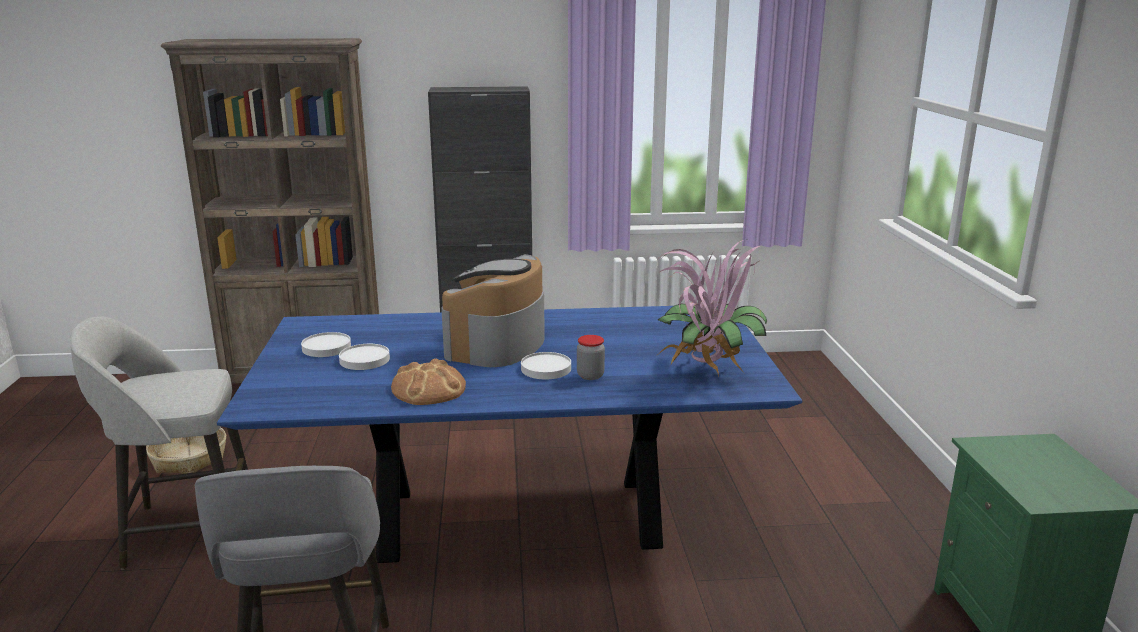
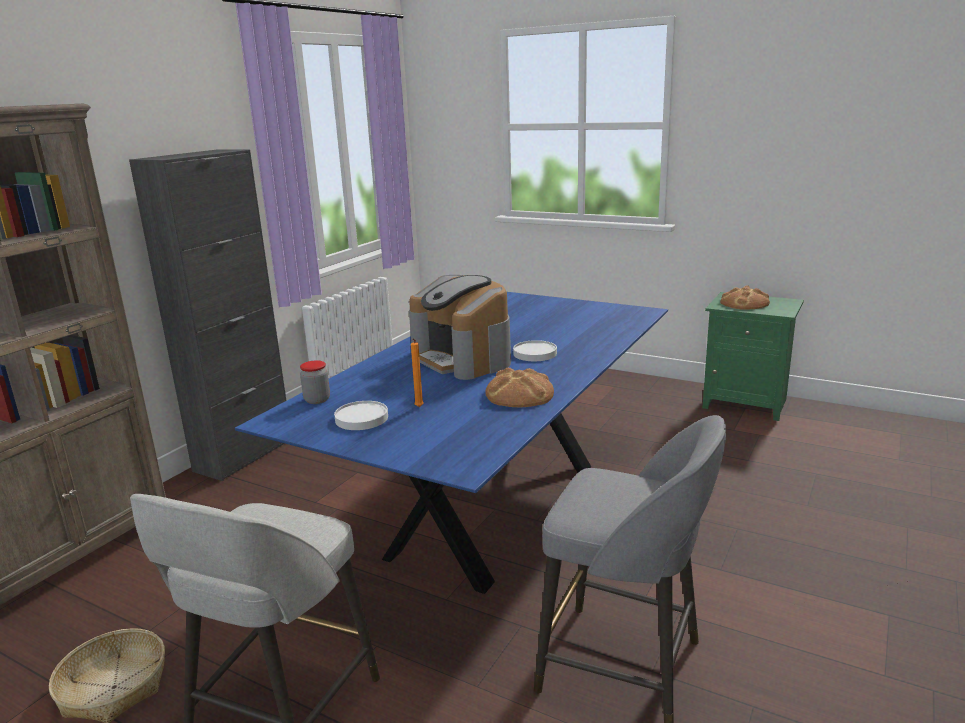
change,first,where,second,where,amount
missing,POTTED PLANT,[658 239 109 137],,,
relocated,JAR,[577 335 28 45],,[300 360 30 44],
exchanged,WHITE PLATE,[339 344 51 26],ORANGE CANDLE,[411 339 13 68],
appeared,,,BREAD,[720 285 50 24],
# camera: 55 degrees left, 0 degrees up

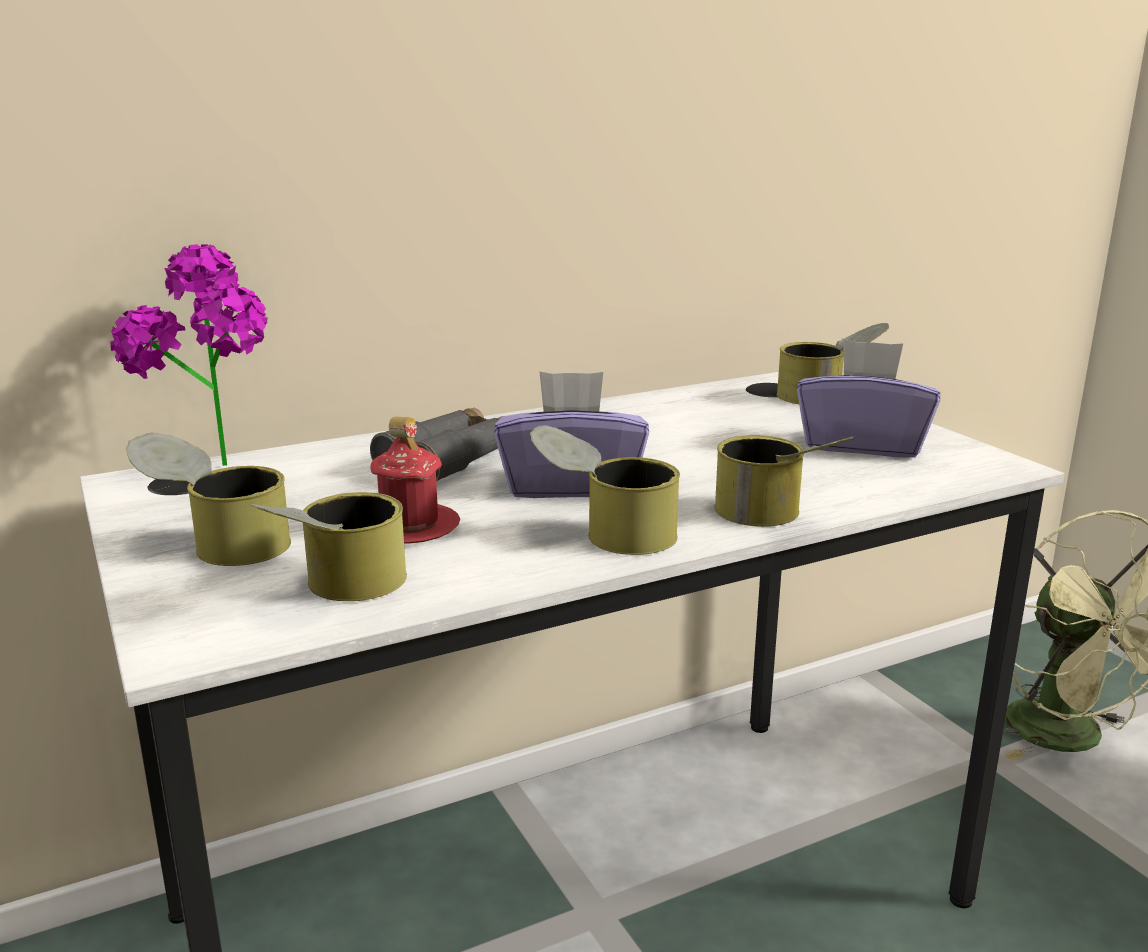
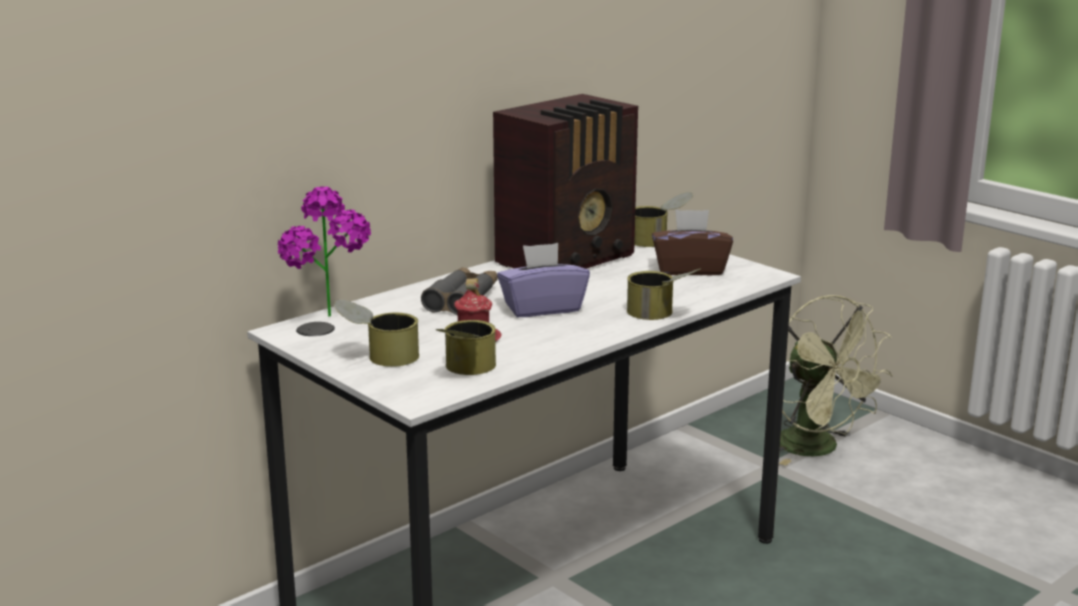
change,first,where,second,where,amount
colour,PURPLE TISSUE BOX,[797 339 143 119],BROWN TISSUE BOX,[652 209 81 66],
missing,CAN,[530 425 150 130],,,
appeared,,,RADIO,[493 94 145 175],
# camera: 15 degrees left, 0 degrees up

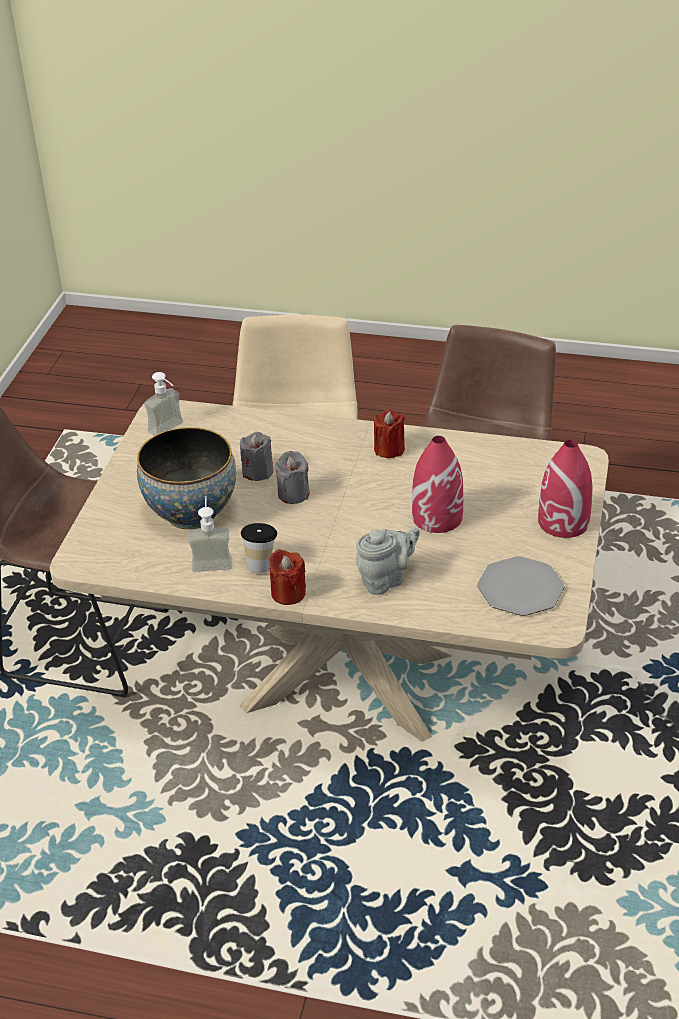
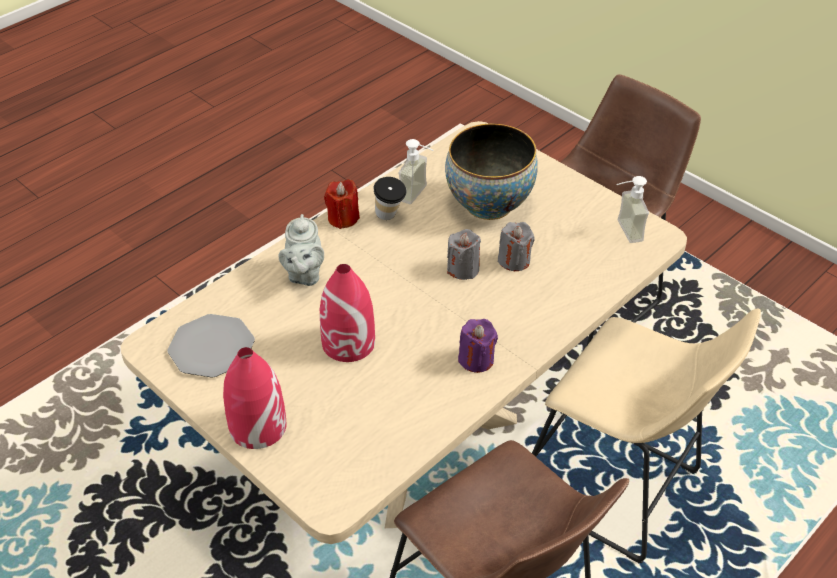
change,first,where,second,where,amount
colour,RED CANDLE,[374 410 31 48],PURPLE CANDLE,[458 319 40 54],
# camera: 120 degrees right, 5 degrees up

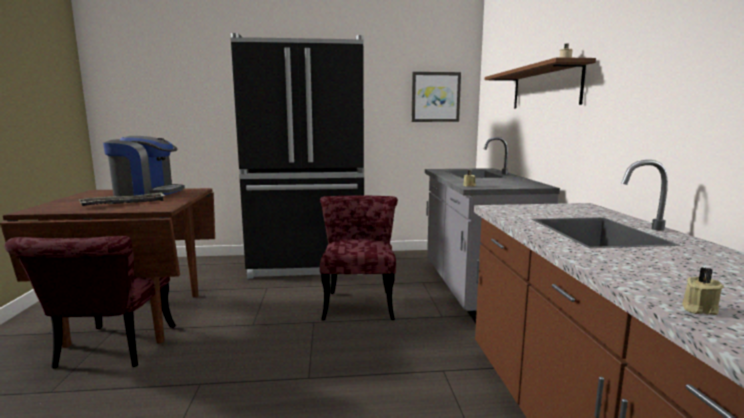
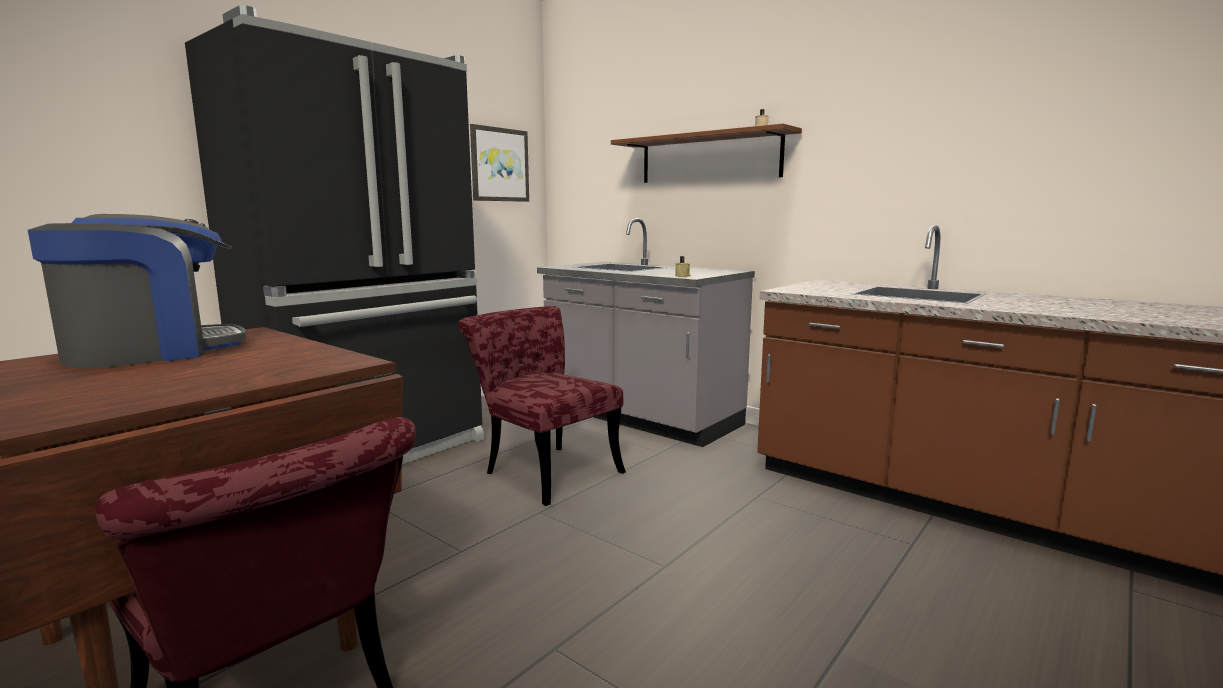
change,first,where,second,where,amount
missing,TRAY,[79 192 86 14],,,
missing,BEIGE CANDLE,[682 267 42 48],,,
# camera: 45 degrees left, 0 degrees up

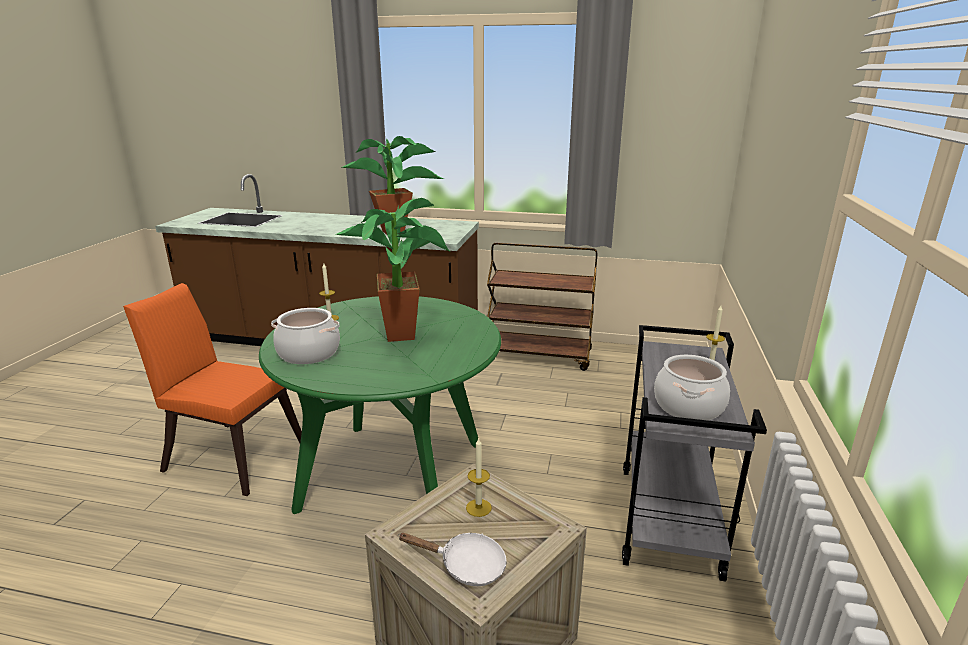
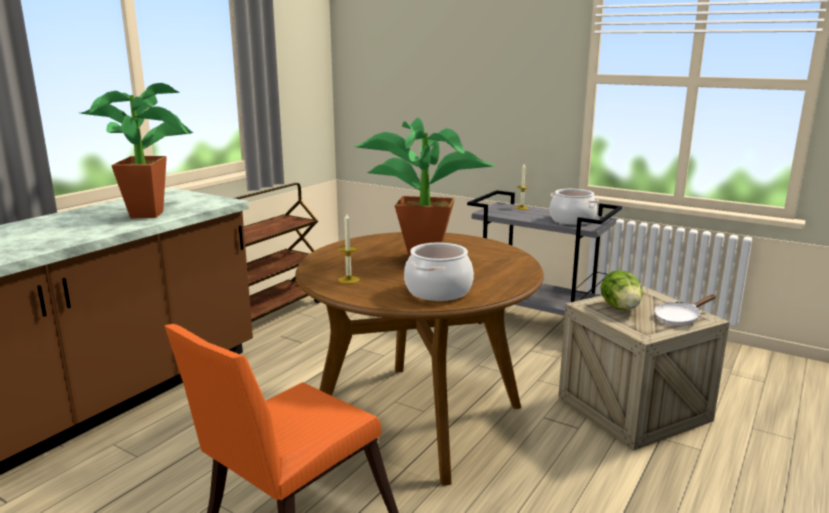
change,first,where,second,where,amount
colour,GREEN DINING TABLE,[259 296 242 218],BROWN DINING TABLE,[295 232 249 254],
exchanged,CANDLE,[466 438 26 79],LETTUCE,[601 270 42 40],
spun,WHITE FRYING PAN,[398 533 109 53],,[654 295 62 30],150 degrees counterclockwise
# camera: 70 degrees left, 5 degrees down

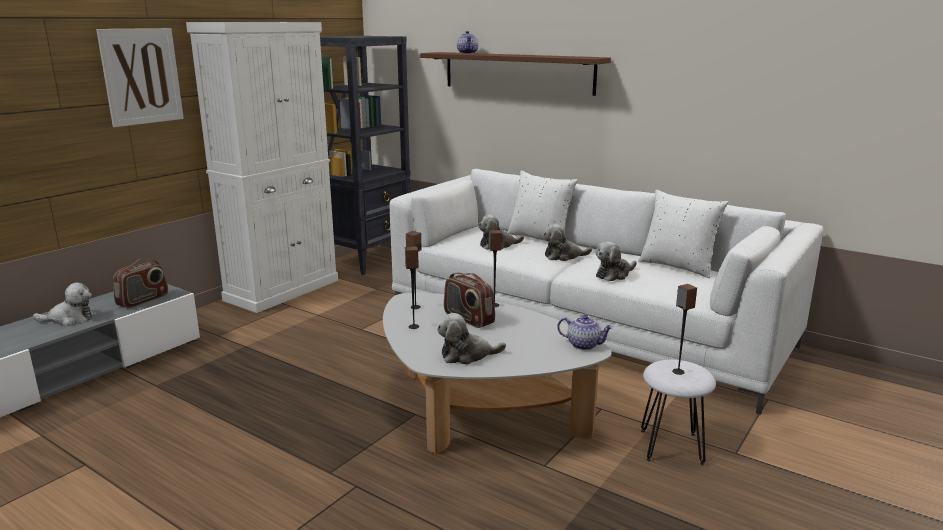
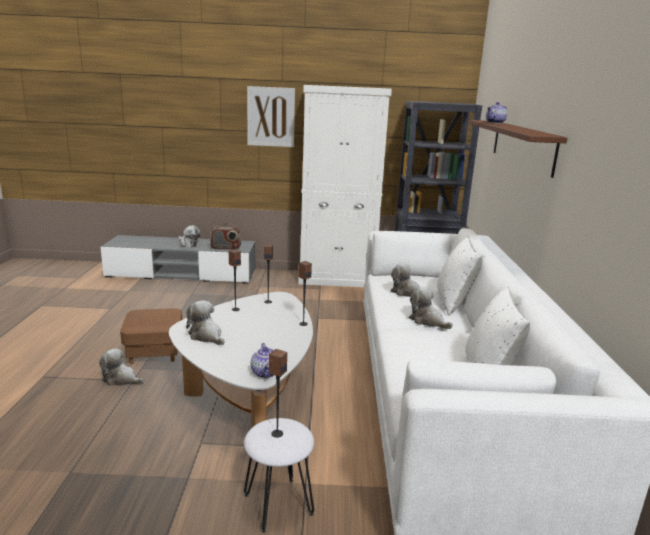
change,first,where,second,where,amount
relocated,PLUSH TOY,[596 241 41 40],,[99 348 45 38],
missing,RADIO,[444 272 51 56],,,
appeared,,,BROWN OTTOMAN,[120 308 62 56],
# camera: 55 degrees right, 0 degrees up

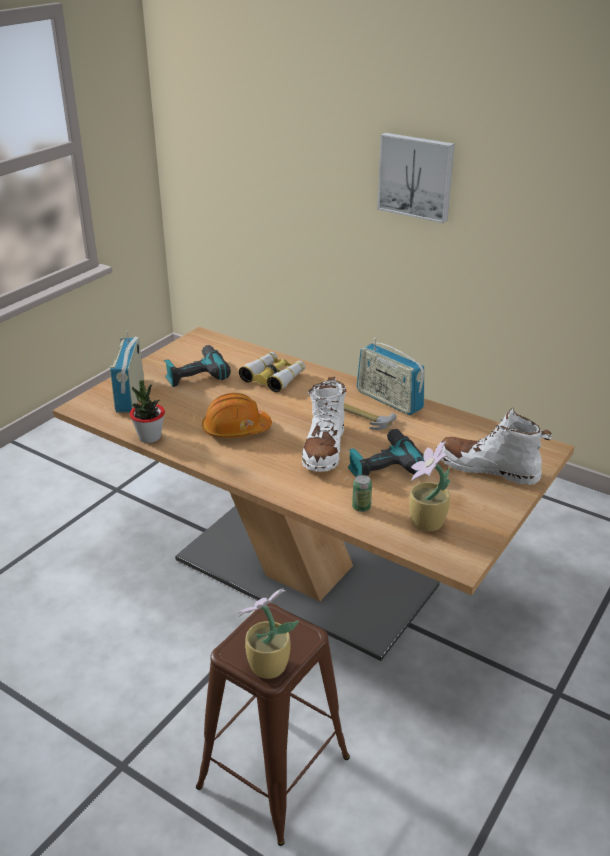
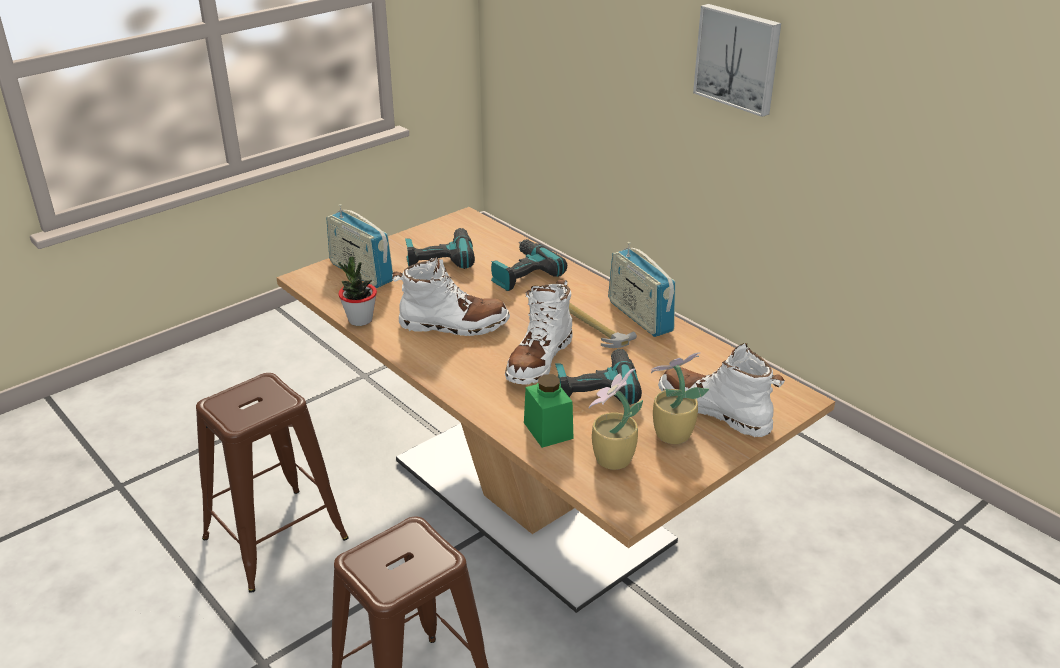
change,first,where,second,where,amount
spun,RADIO,[110 330 34 83],,[327 204 66 84],60 degrees counterclockwise
exchanged,BINOCULARS,[239 352 66 41],POWER DRILL,[491 239 76 52],
exchanged,ORANGE HARD HAT,[202 393 70 45],WHITE BOOT,[392 257 118 79],
exchanged,CAN,[352 475 20 37],GREEN JAR,[524 374 50 74],
relocated,POTTED PLANT,[238 588 61 91],,[651 352 58 92],
appeared,,,BROWN STOOL,[196 373 153 220],
# camera: 15 degrees right, 0 degrees up

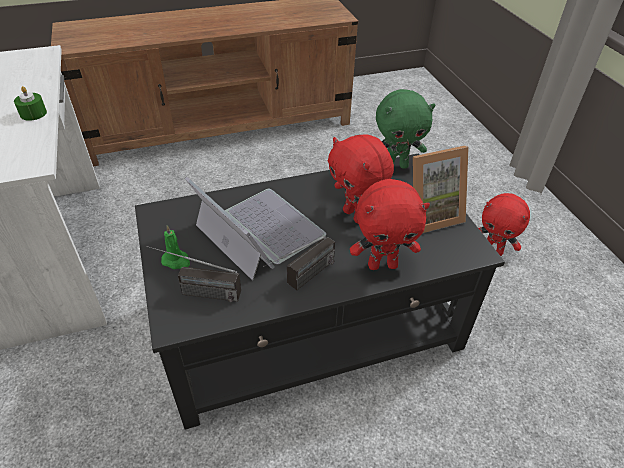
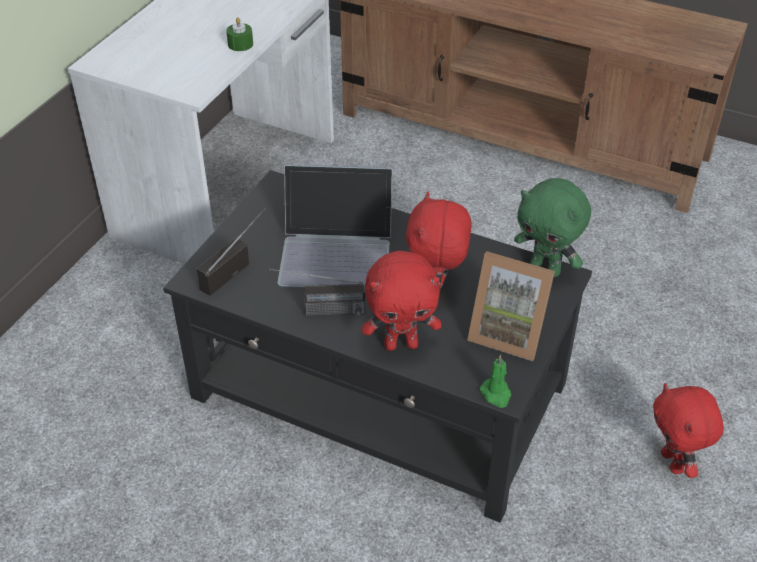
change,first,where,second,where,amount
spun,LAPTOP,[185 177 141 104],,[278 164 115 123],90 degrees clockwise
spun,RED PLUSH TOY,[350 179 80 91],,[362 251 80 100],45 degrees counterclockwise
relocated,GREEN CANDLE,[161 225 29 44],,[480 354 31 54],
spun,RADIO,[146 246 95 56],,[196 208 69 88],75 degrees clockwise
# camera: 45 degrees right, 0 degrees up

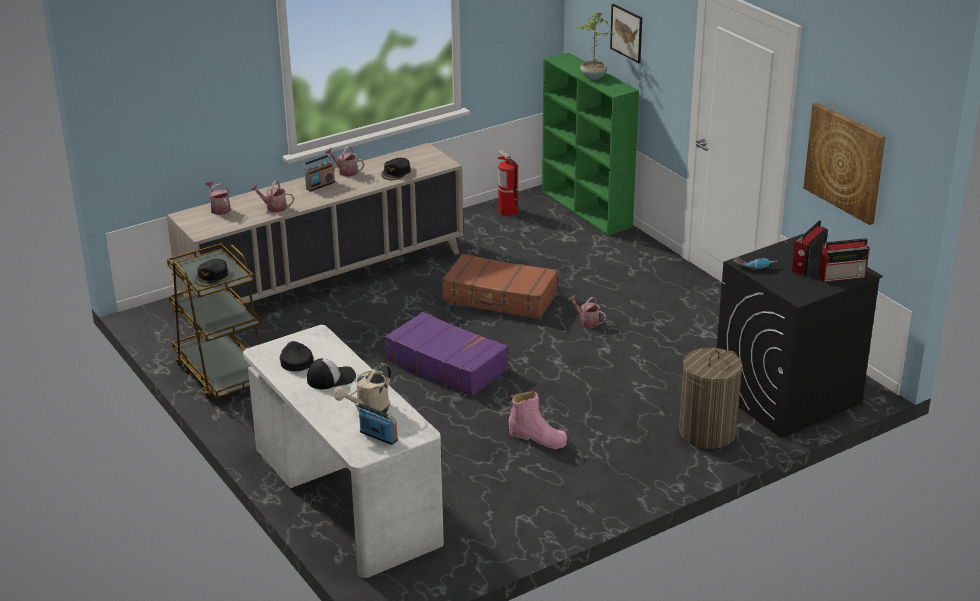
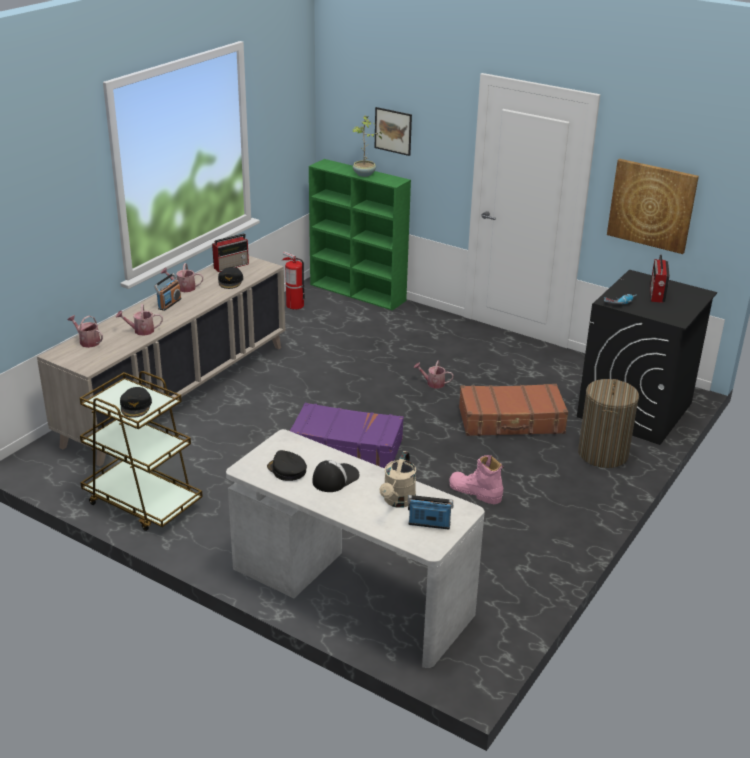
change,first,where,second,where,amount
relocated,RADIO,[819 238 50 44],,[212 233 37 39],
relocated,BROWN SUITCASE,[442 253 116 67],,[459 384 109 52],
spun,PINK BOOT,[509 391 58 58],,[449 455 55 49],150 degrees counterclockwise
# camera: 25 degrees left, 0 degrees up

